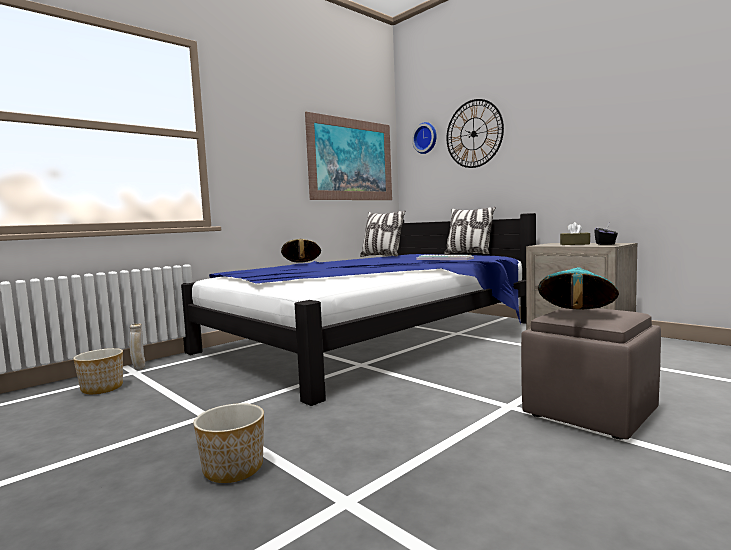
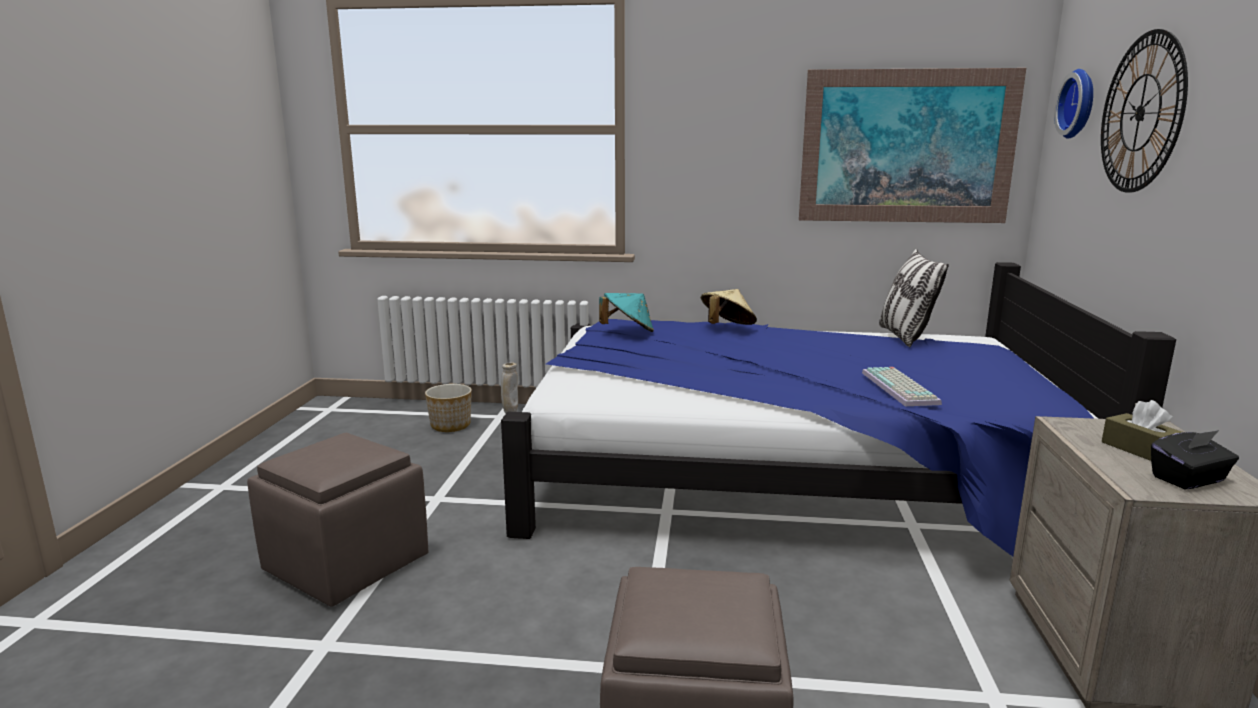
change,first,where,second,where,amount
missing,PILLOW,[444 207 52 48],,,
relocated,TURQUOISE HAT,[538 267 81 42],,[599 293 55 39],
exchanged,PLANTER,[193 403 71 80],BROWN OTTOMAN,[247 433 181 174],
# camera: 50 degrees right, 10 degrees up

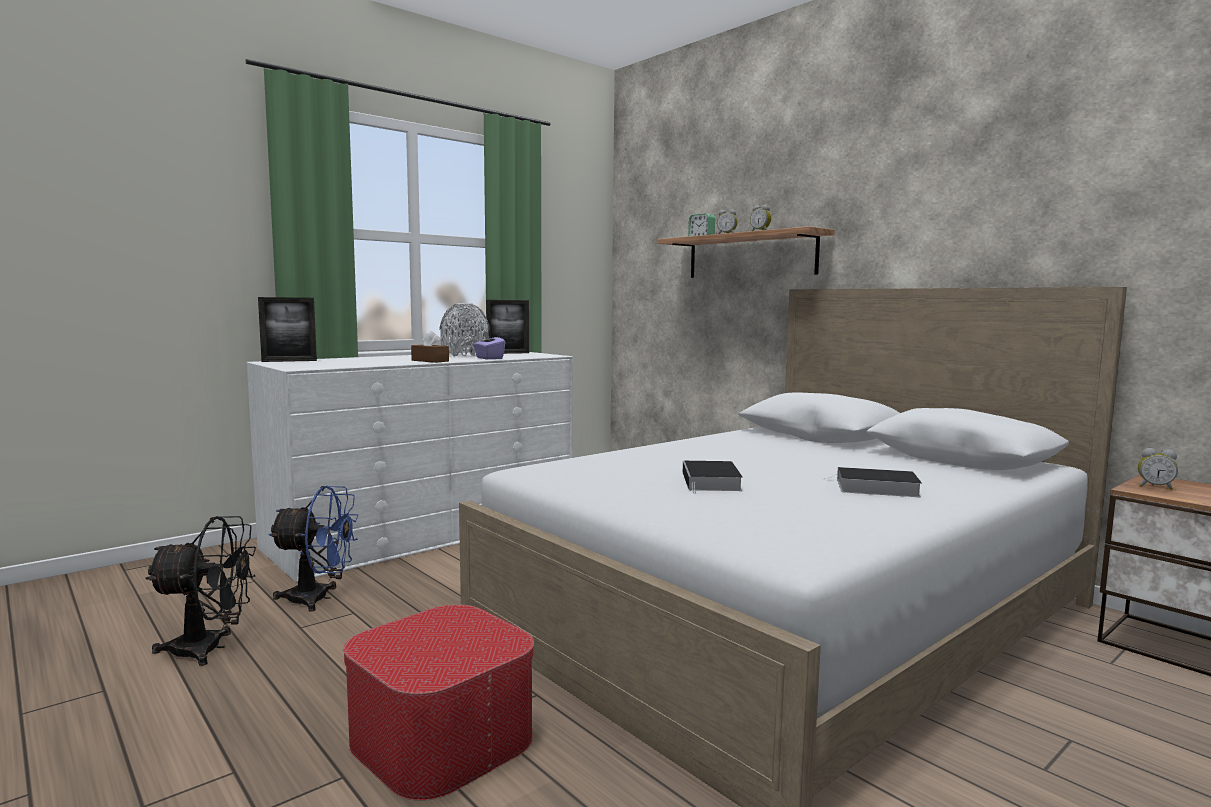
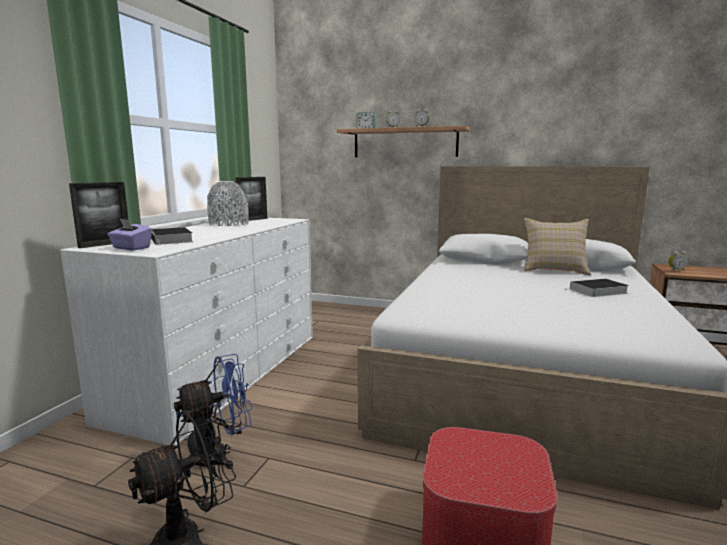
change,first,where,second,where,amount
missing,BROWN TISSUE BOX,[411 331 38 32],,,
relocated,PURPLE TISSUE BOX,[473 331 32 28],,[107 218 45 32],
relocated,BOOK,[683 461 60 32],,[151 227 42 19],
appeared,,,BEIGE PILLOW,[524 218 67 57],
# camera: 30 degrees left, 5 degrees up

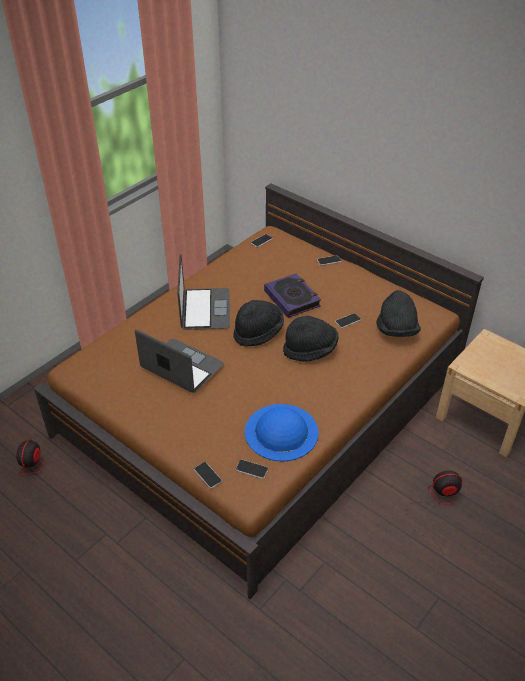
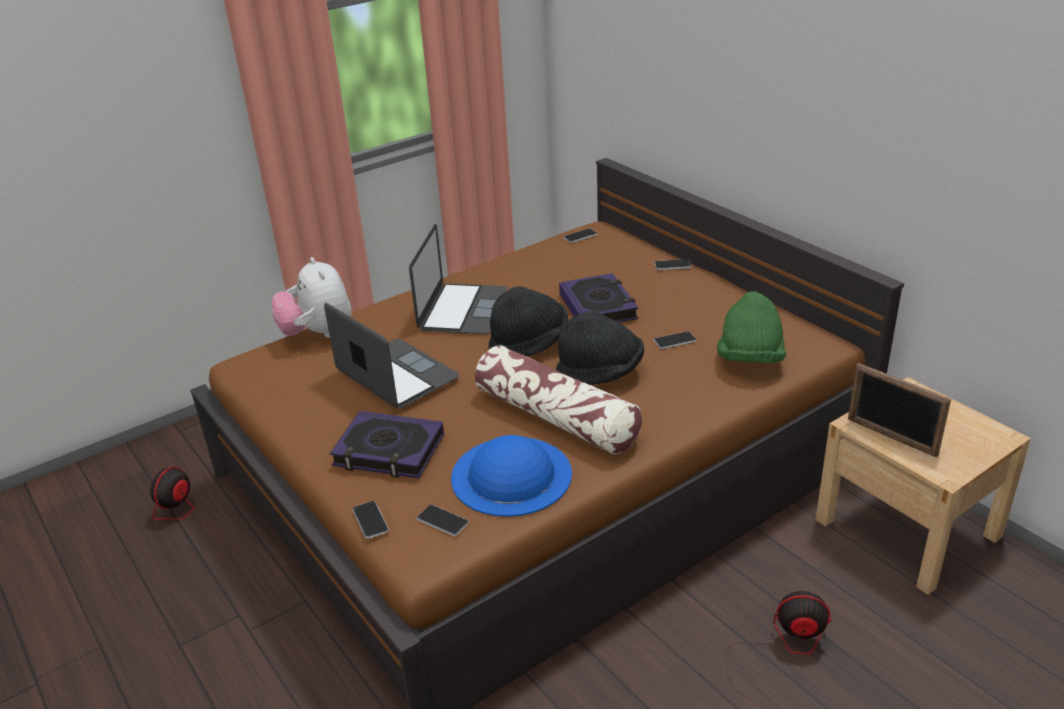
change,first,where,second,where,amount
colour,BLACK HAT,[376 290 45 47],GREEN HAT,[717 291 69 72],
appeared,,,PLUSH TOY,[272 257 79 81],
appeared,,,PILLOW,[475 345 167 110],
appeared,,,PICTURE FRAME,[848 363 103 95],
appeared,,,BOOK,[330 411 114 67],
# camera: 15 degrees right, 10 degrees down

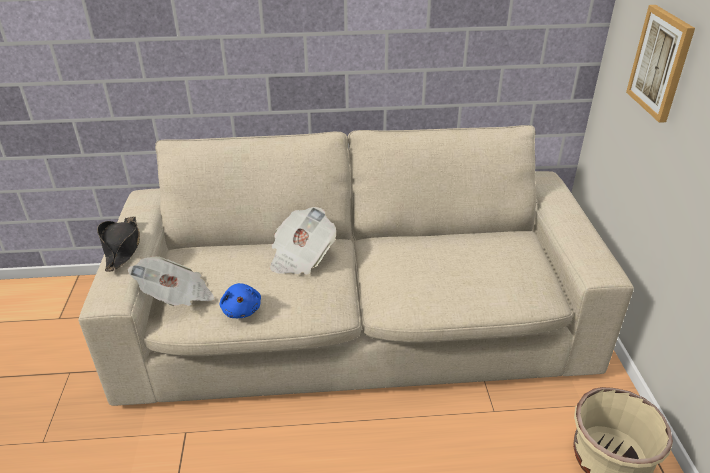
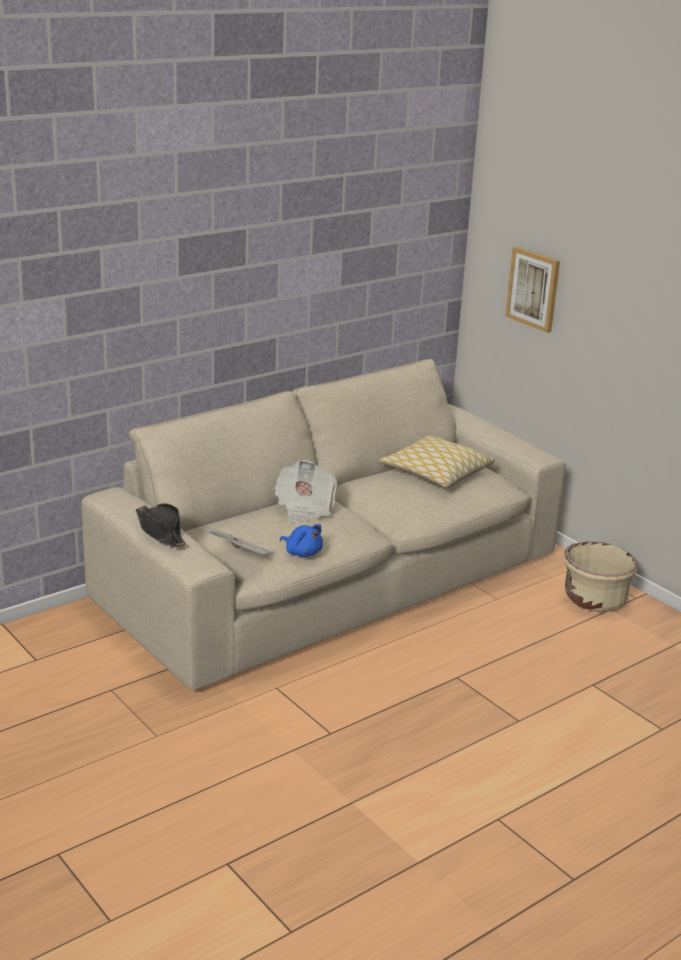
change,first,where,second,where,amount
appeared,,,PILLOW,[379 435 116 53],
# camera: 35 degrees left, 10 degrees down

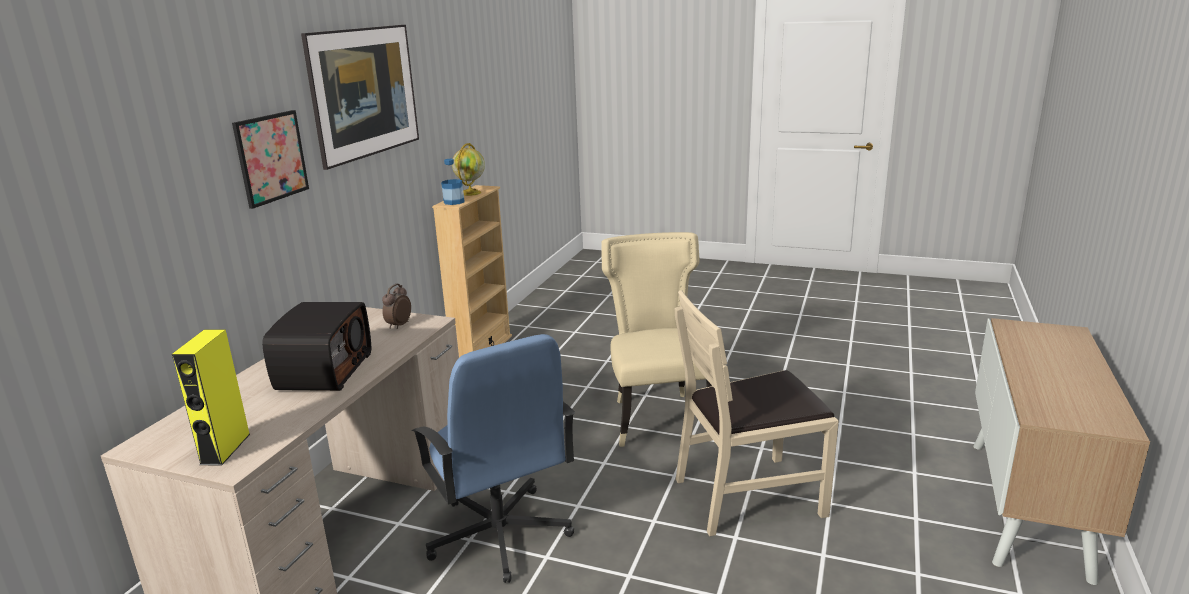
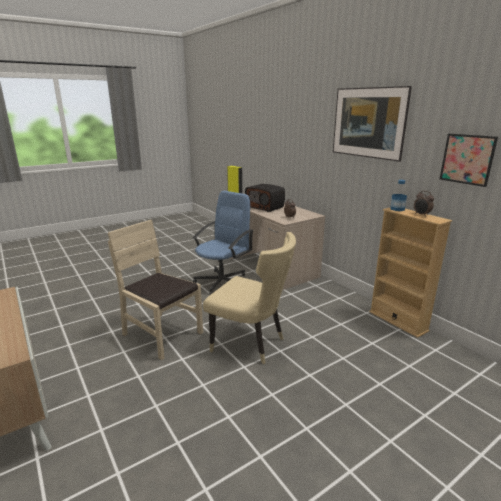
change,first,where,second,where,amount
relocated,PICTURE,[232 110 77 99],,[440 134 58 53],
exchanged,GLOBE,[452 143 33 53],ALARM CLOCK,[414 191 20 26],
spun,BEIGE CHAIR,[675 290 164 246],,[108 220 95 140],75 degrees counterclockwise
spun,BLUE OFFICE CHAIR,[411 334 164 249],,[192 191 61 104],120 degrees clockwise
# camera: 125 degrees right, 0 degrees up

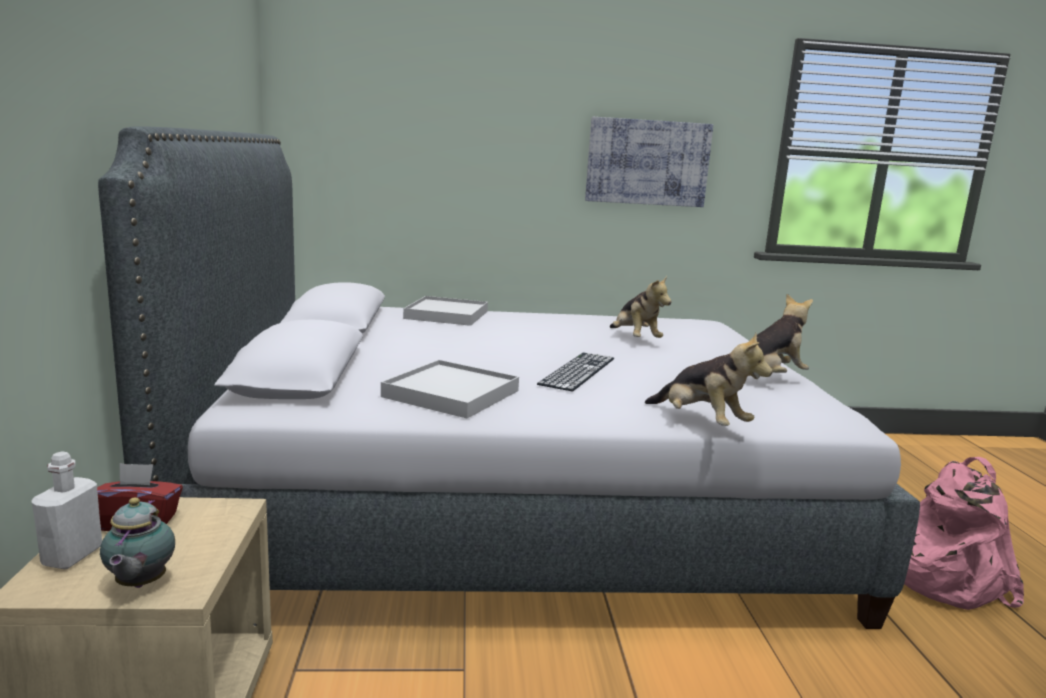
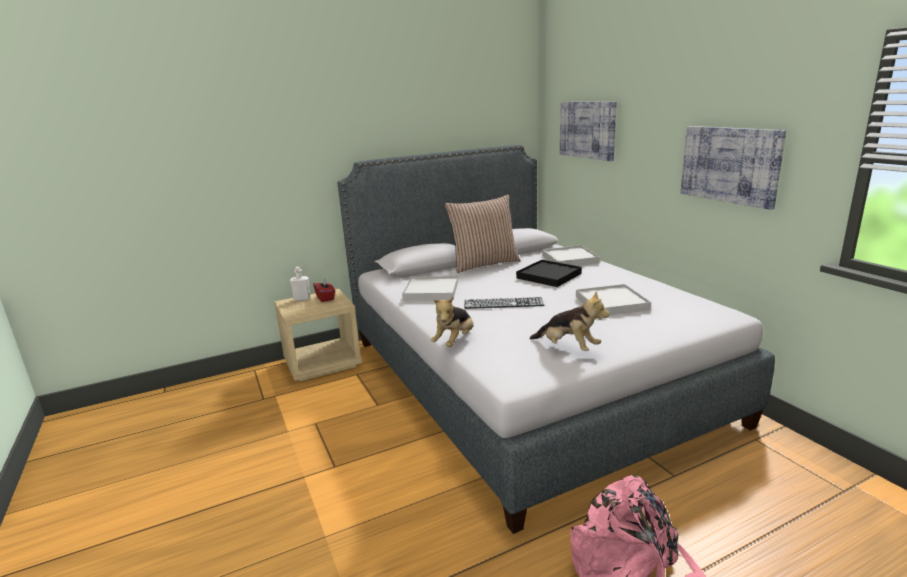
change,first,where,second,where,amount
exchanged,PLUSH TOY,[610 276 62 62],WHITE TRAY,[576 284 75 31],
missing,TEAPOT,[100 497 75 91],,,
appeared,,,PICTURE,[560 101 57 60],
appeared,,,PILLOW,[445 195 76 78],
appeared,,,BLACK TRAY,[516 260 66 27],
# camera: 70 degrees right, 5 degrees up

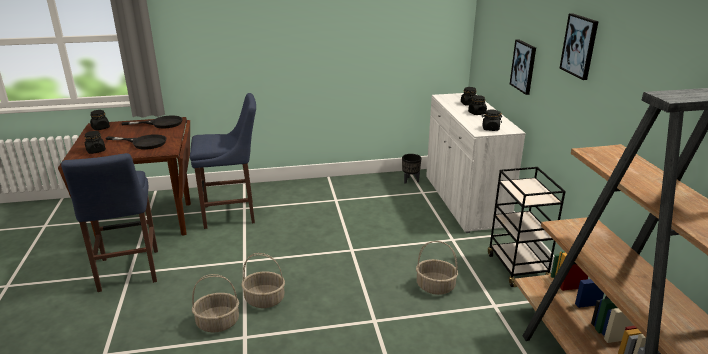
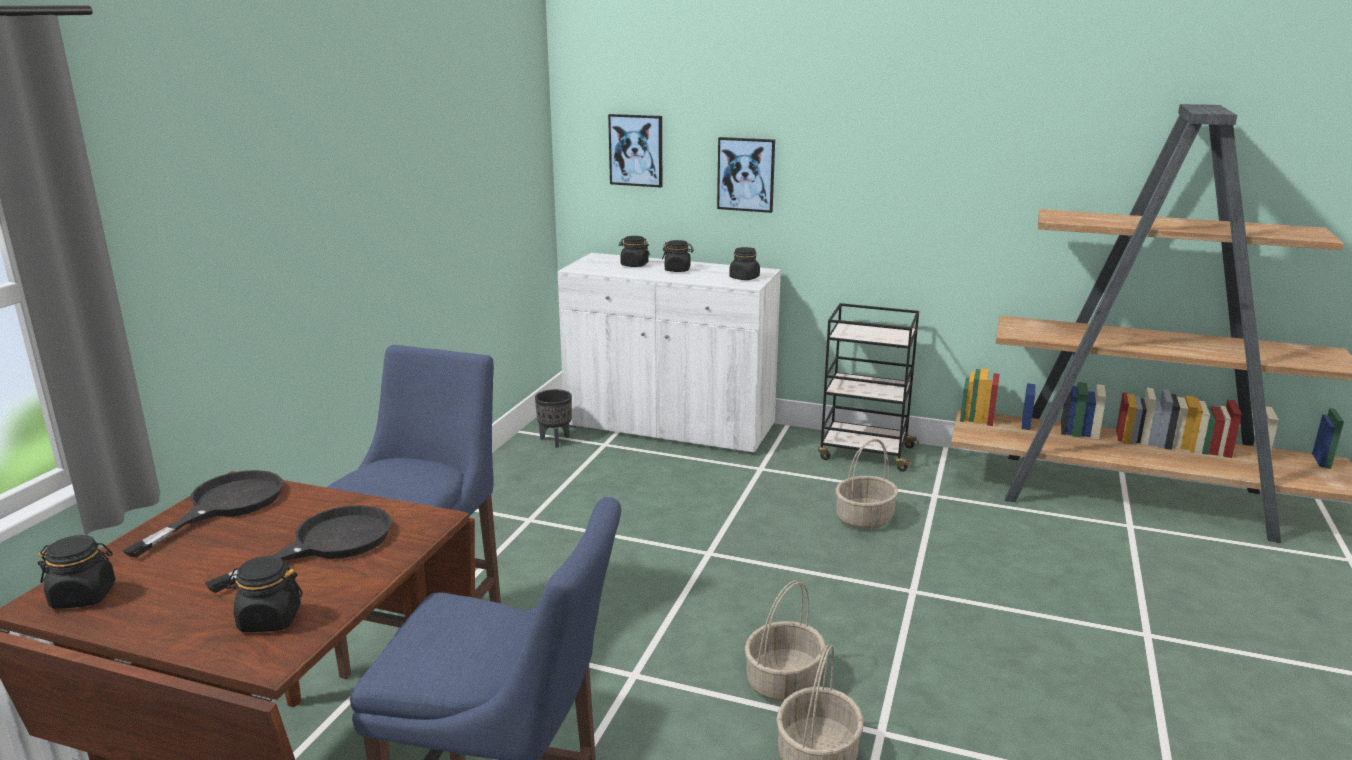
change,first,where,second,where,amount
relocated,PICTURE,[560 13 39 67],,[608 114 54 73],
# camera: 60 degrees left, 5 degrees down

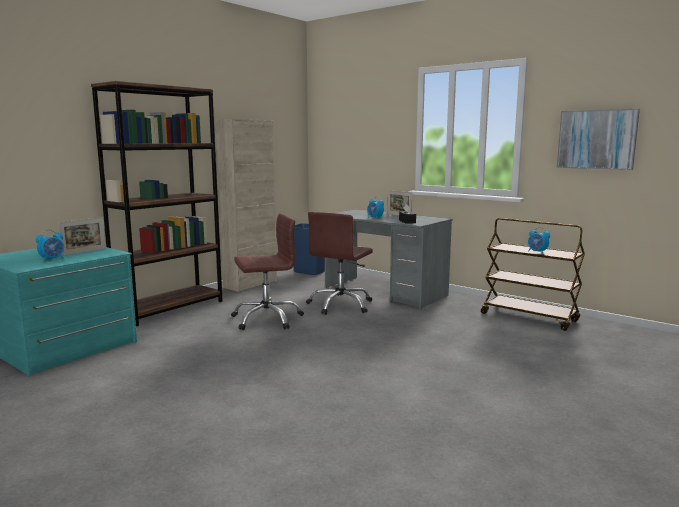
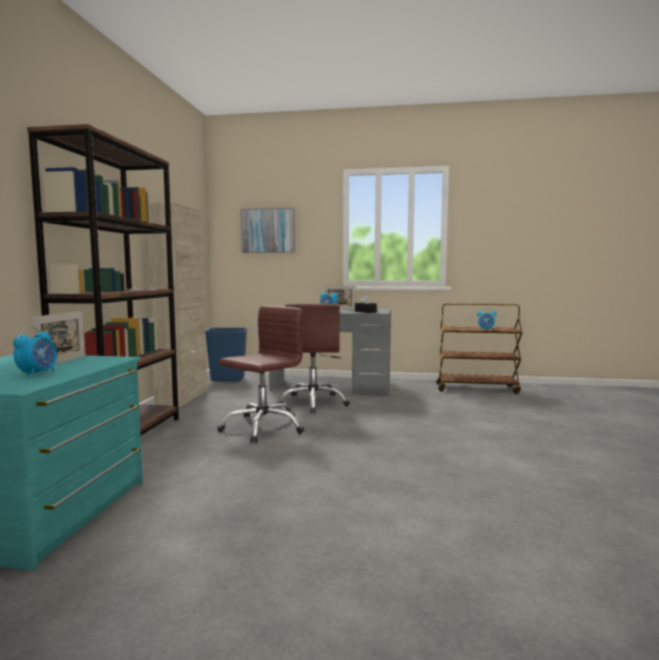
change,first,where,second,where,amount
relocated,PICTURE,[557 109 83 61],,[241 208 54 45],
# camera: 30 degrees left, 5 degrees down

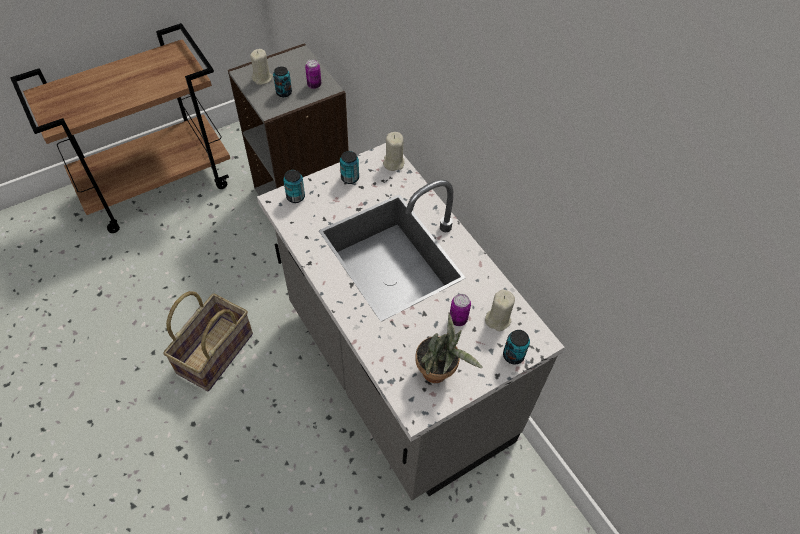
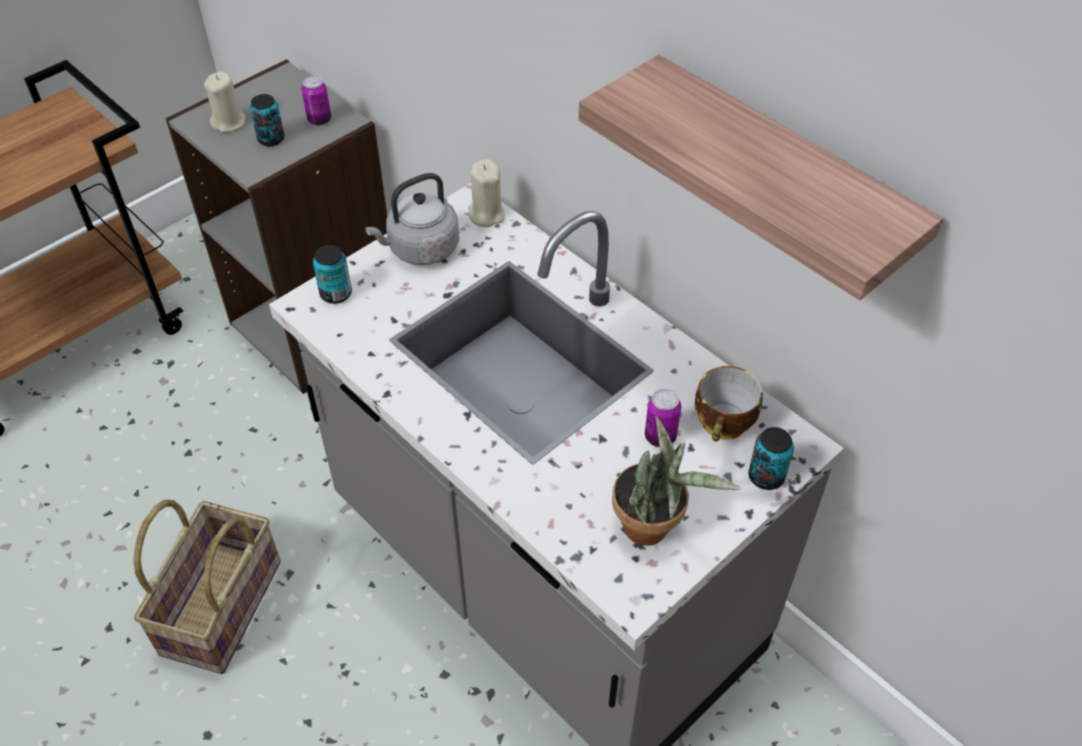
change,first,where,second,where,amount
exchanged,CAN,[340 151 19 33],GREY KETTLE,[365 173 94 92],
exchanged,BEIGE CANDLE,[485 289 30 42],CUP,[695 366 68 76],
appeared,,,SHELF,[579 55 364 245],
# camera: 10 degrees left, 5 degrees down

